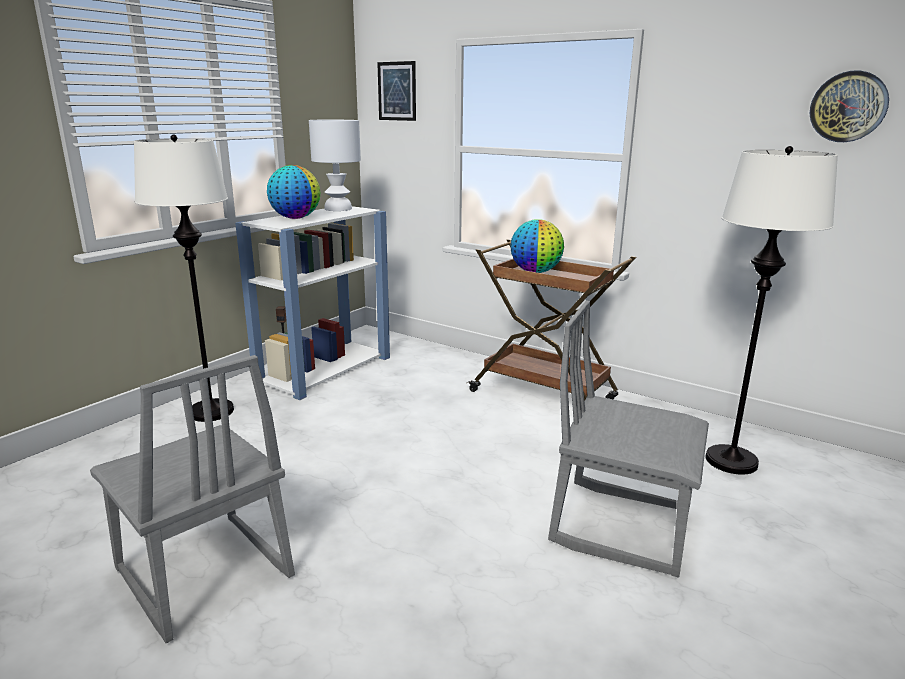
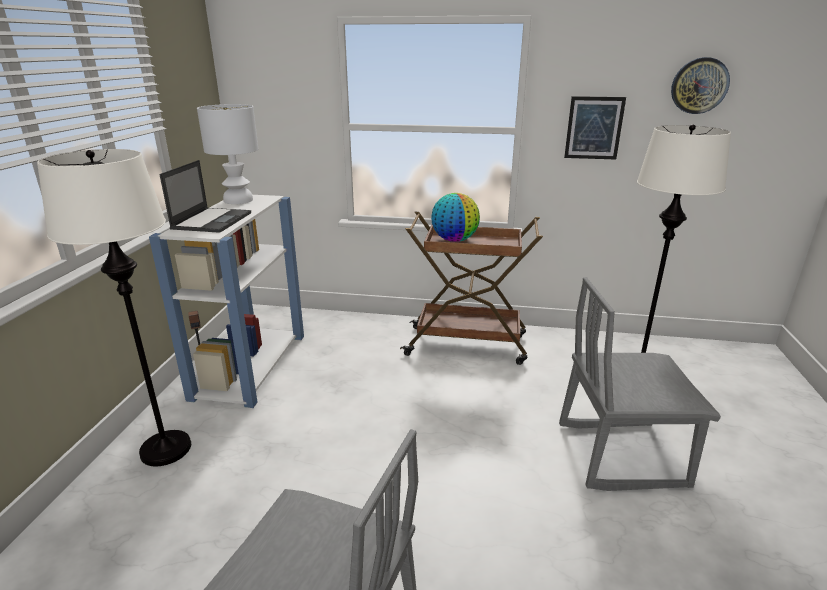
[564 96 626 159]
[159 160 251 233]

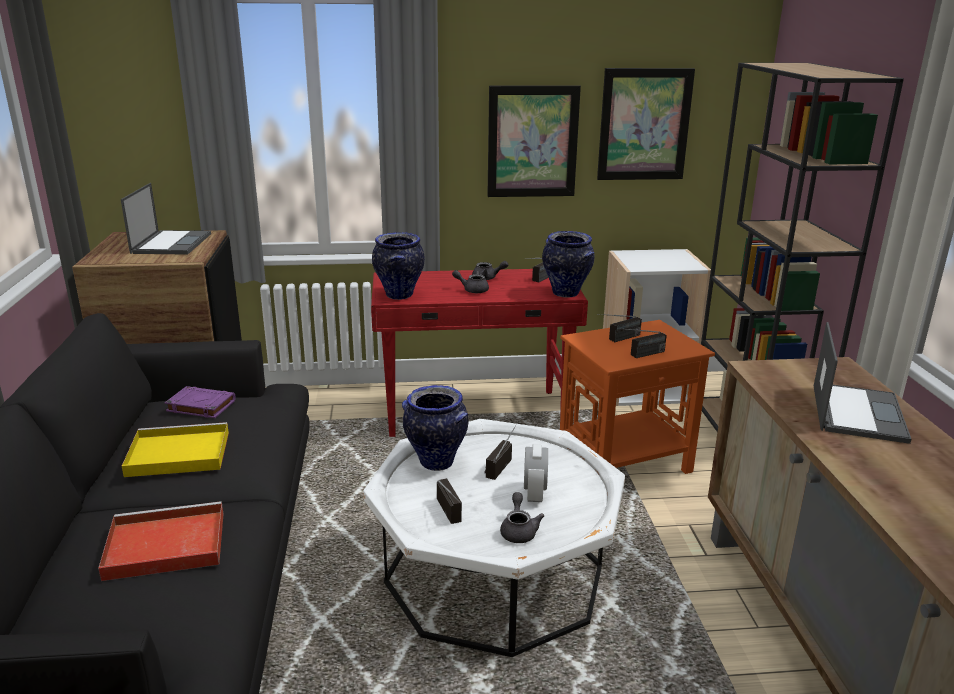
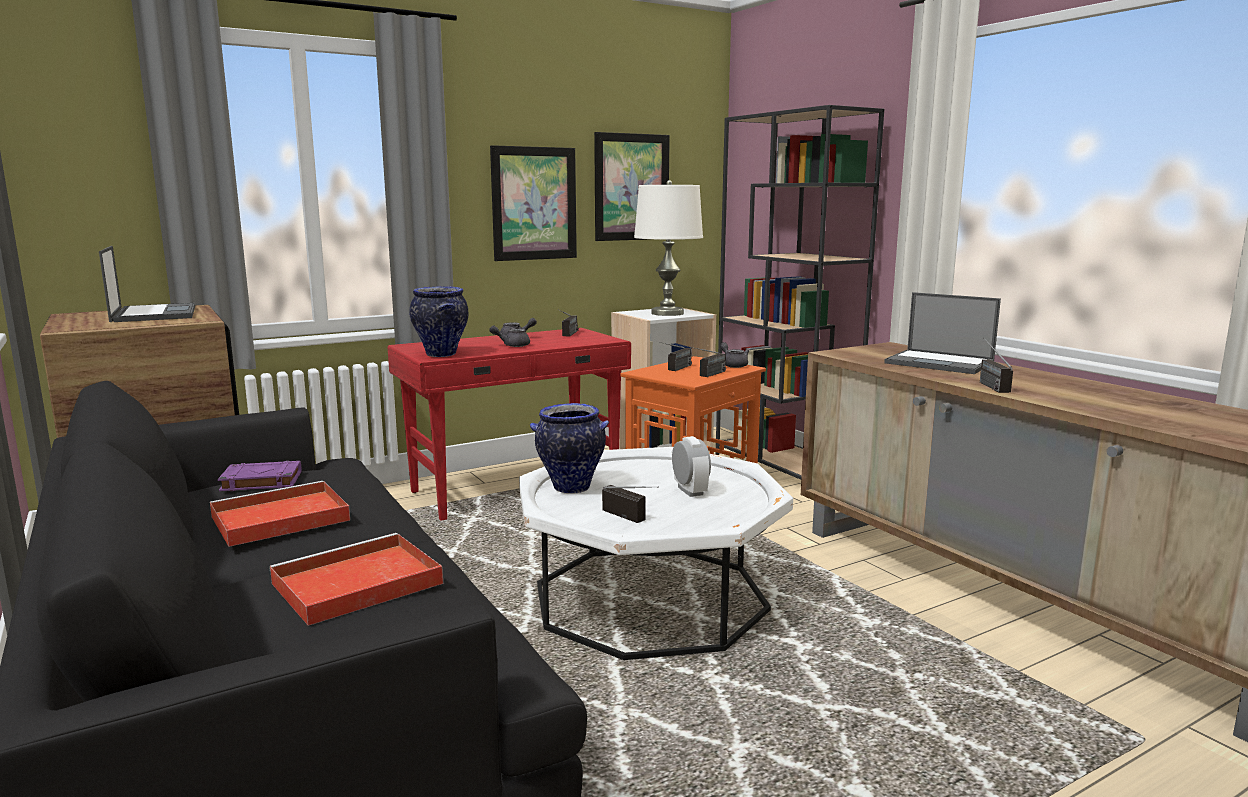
[542 231 595 297] (first image)
[884 292 1001 374]
[980 337 1013 393]
[210 481 350 547]
[720 342 750 368]
[634 180 703 316]

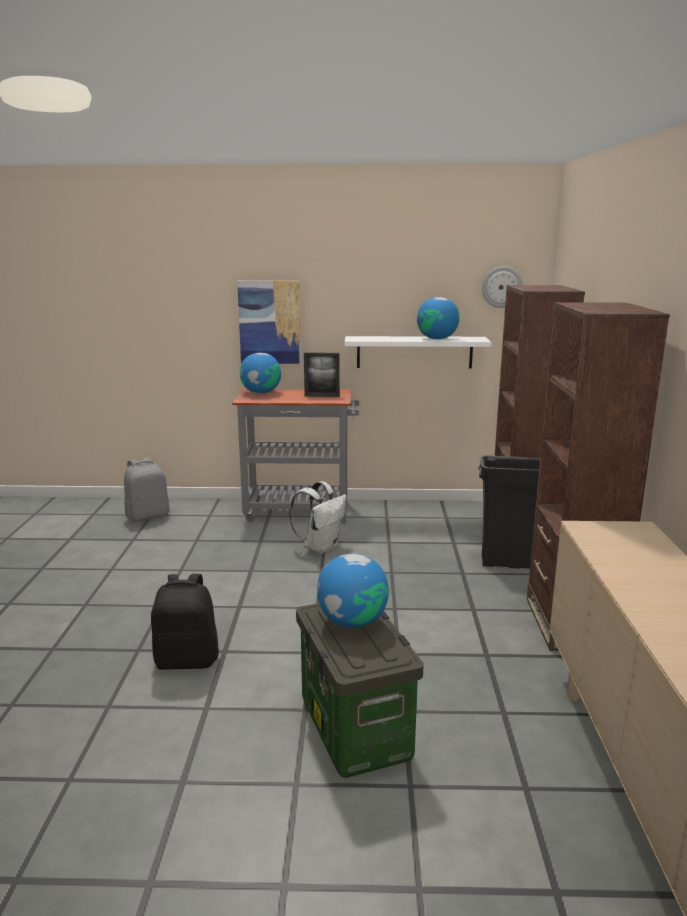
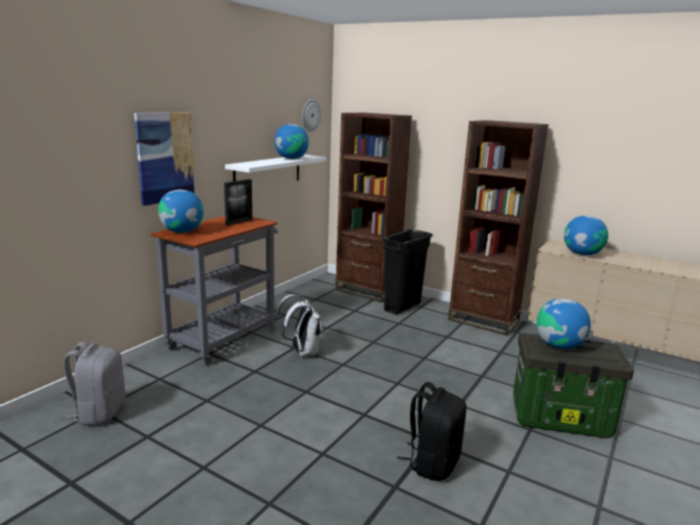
[564 215 608 255]

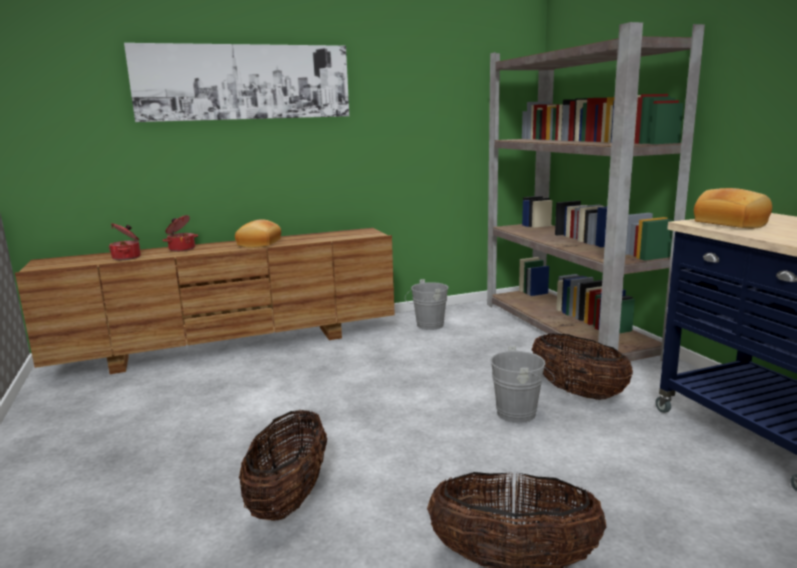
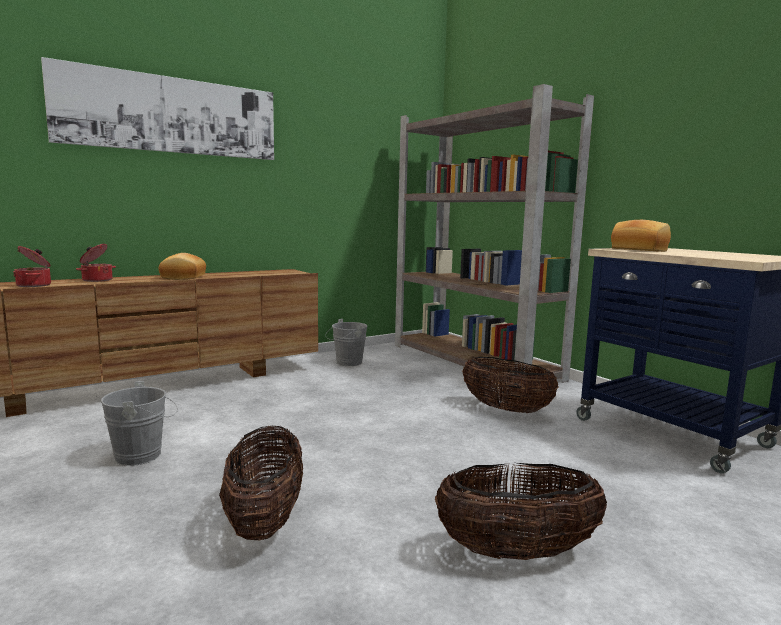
[101 381 178 466]

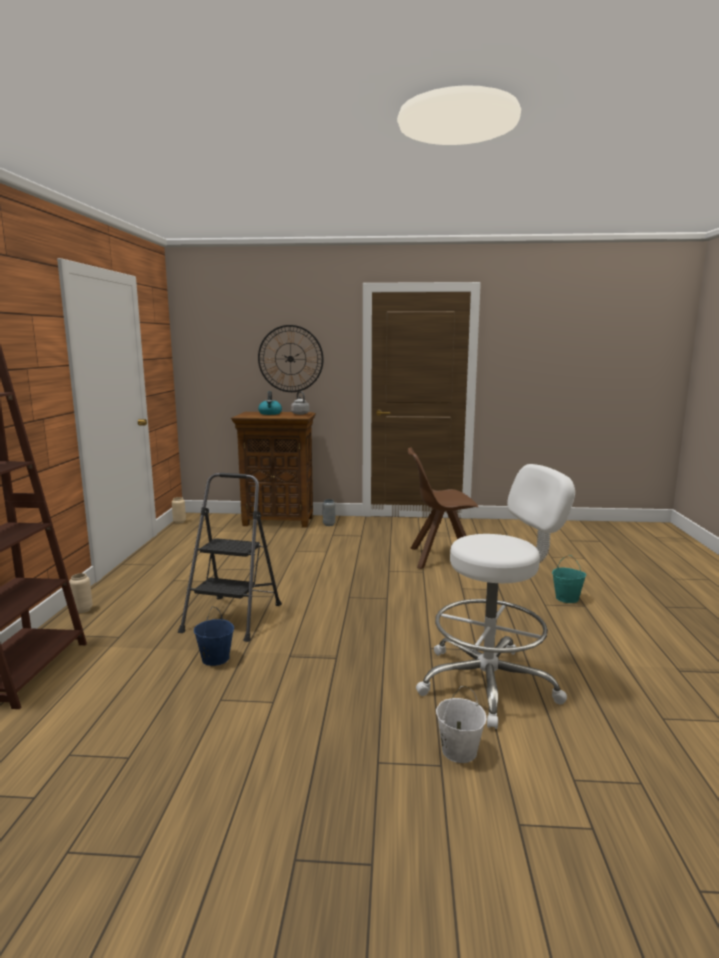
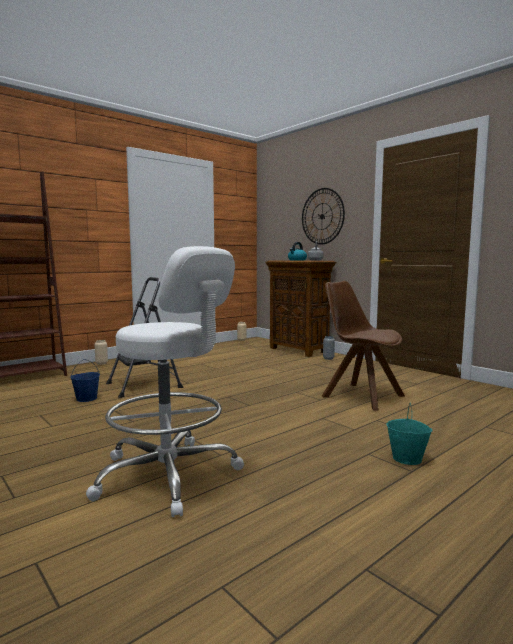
[436 686 486 763] (first image)

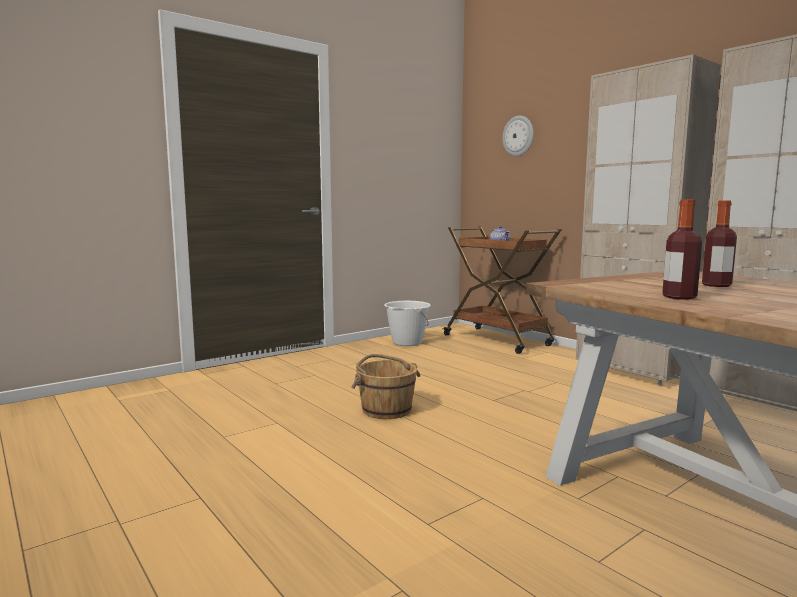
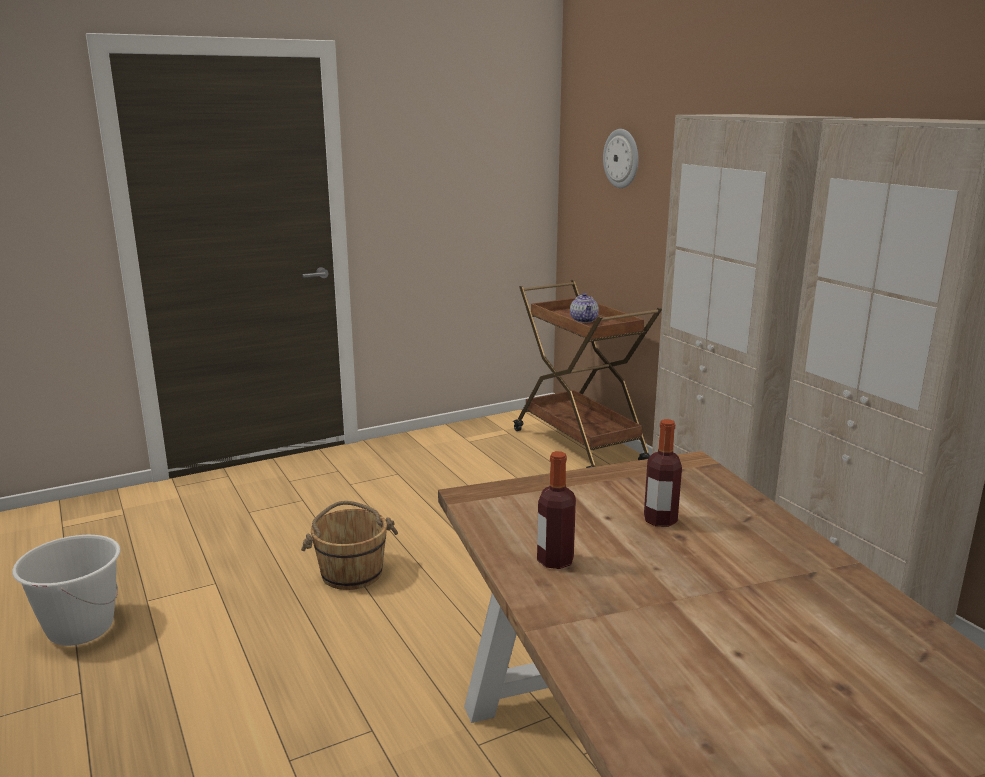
[12 535 121 646]

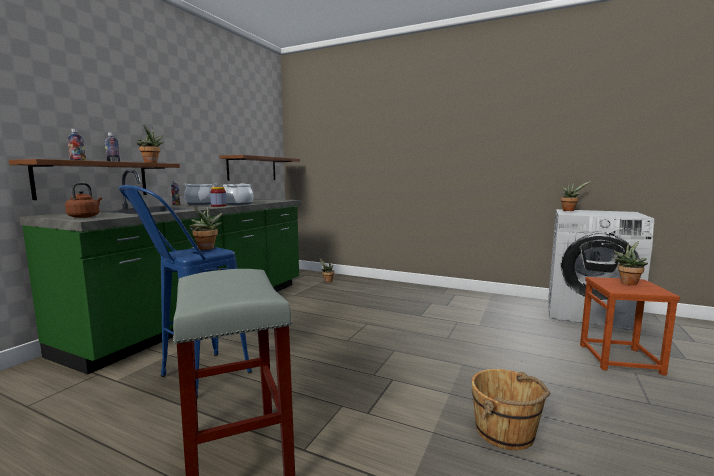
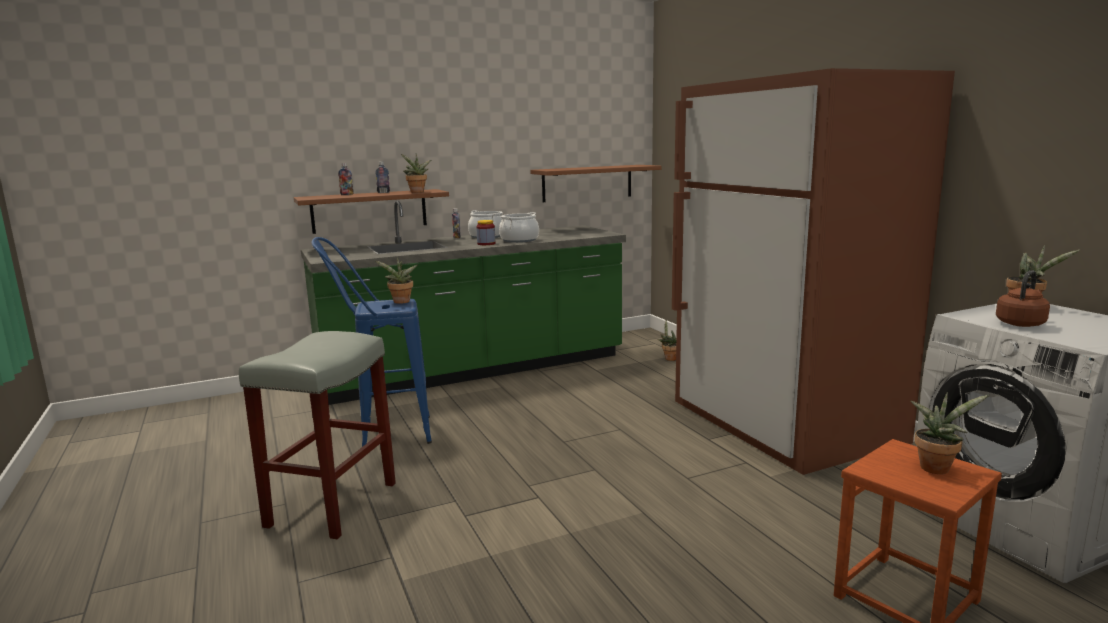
[996 270 1050 327]
[471 369 550 450] (first image)
[672 68 955 475]

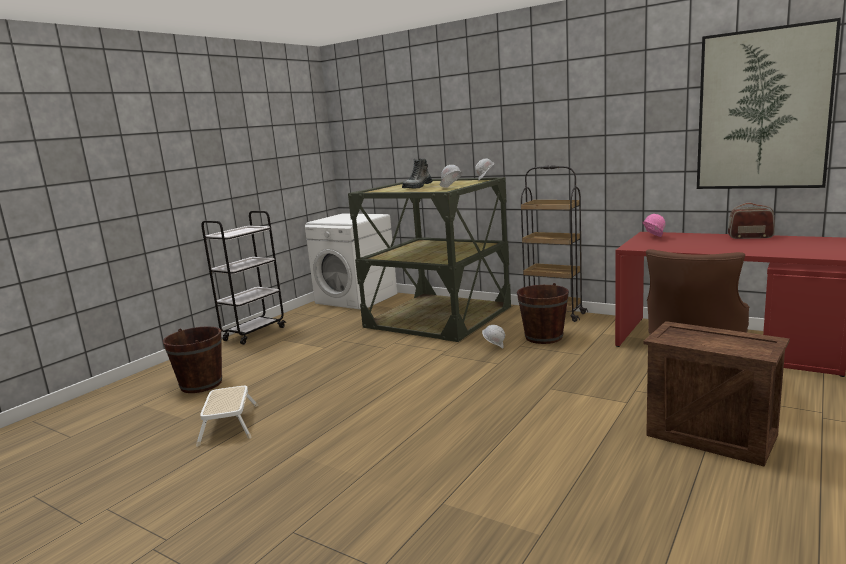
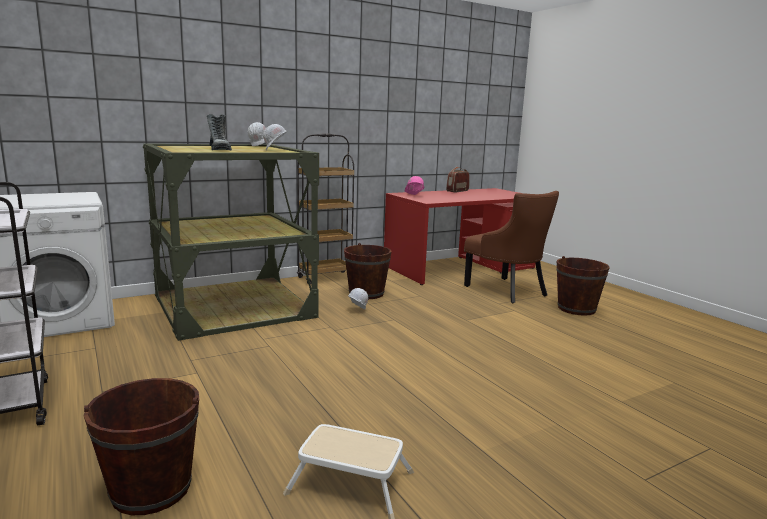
[697 18 841 189] (first image)
[557 256 609 316]

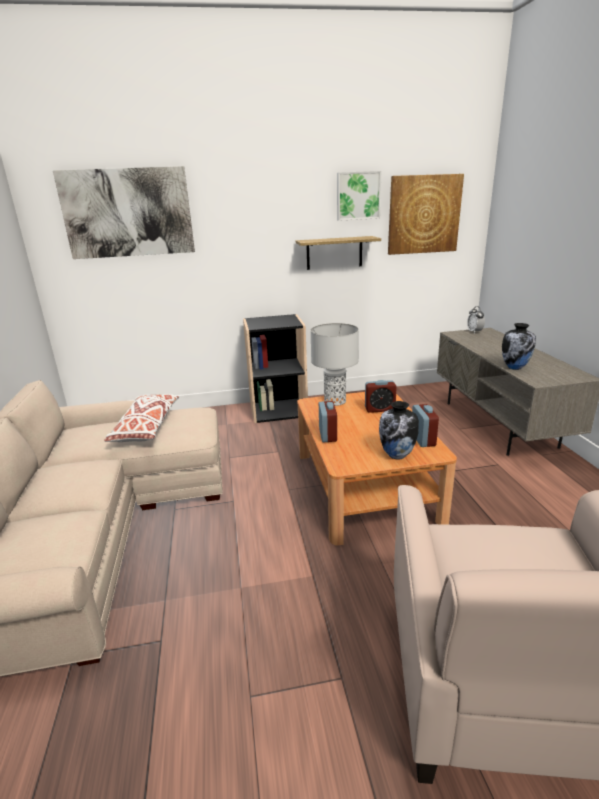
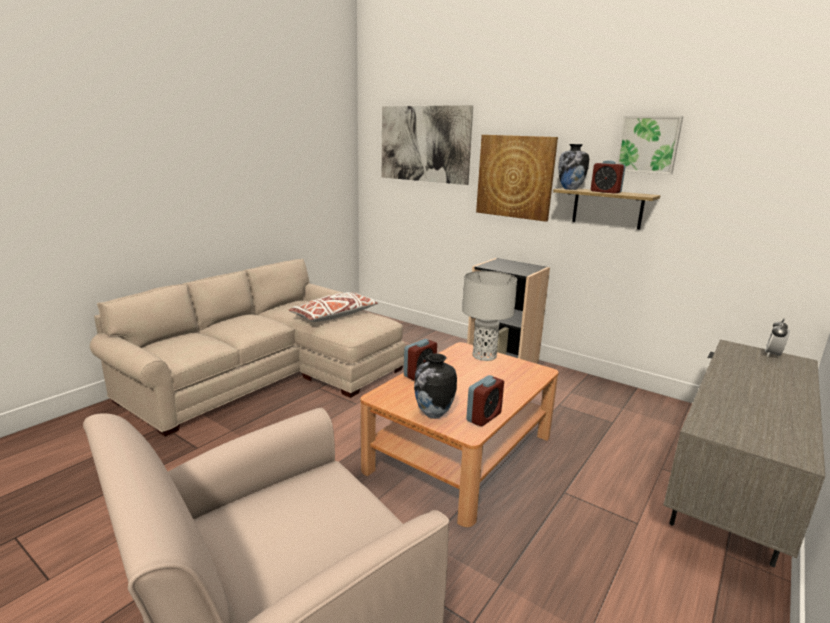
[476 135 558 222]
[558 144 589 190]
[591 160 626 194]

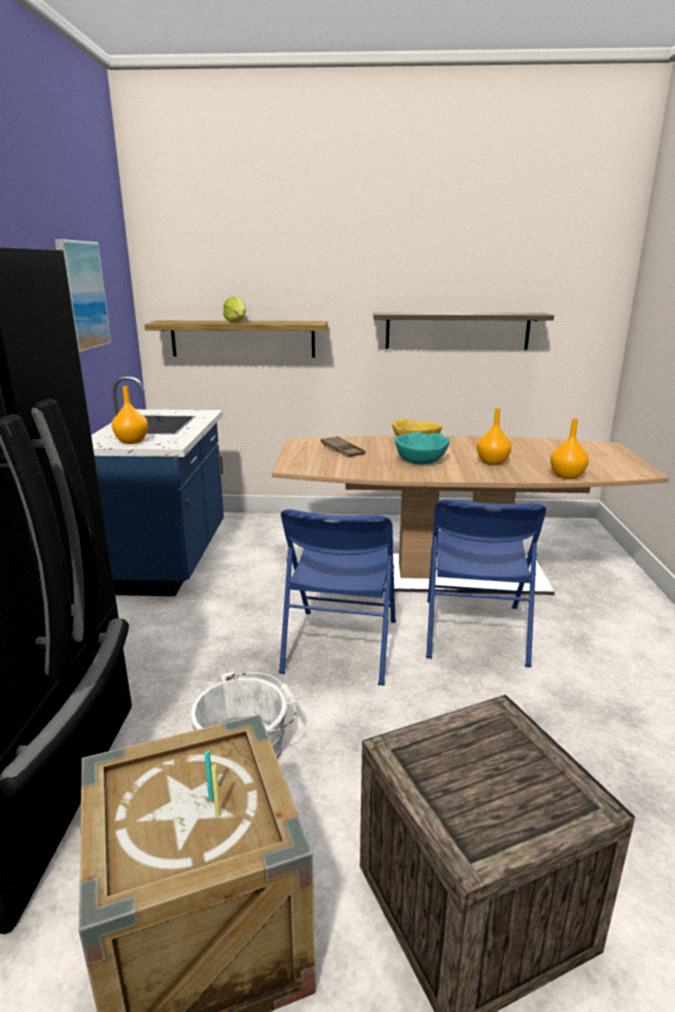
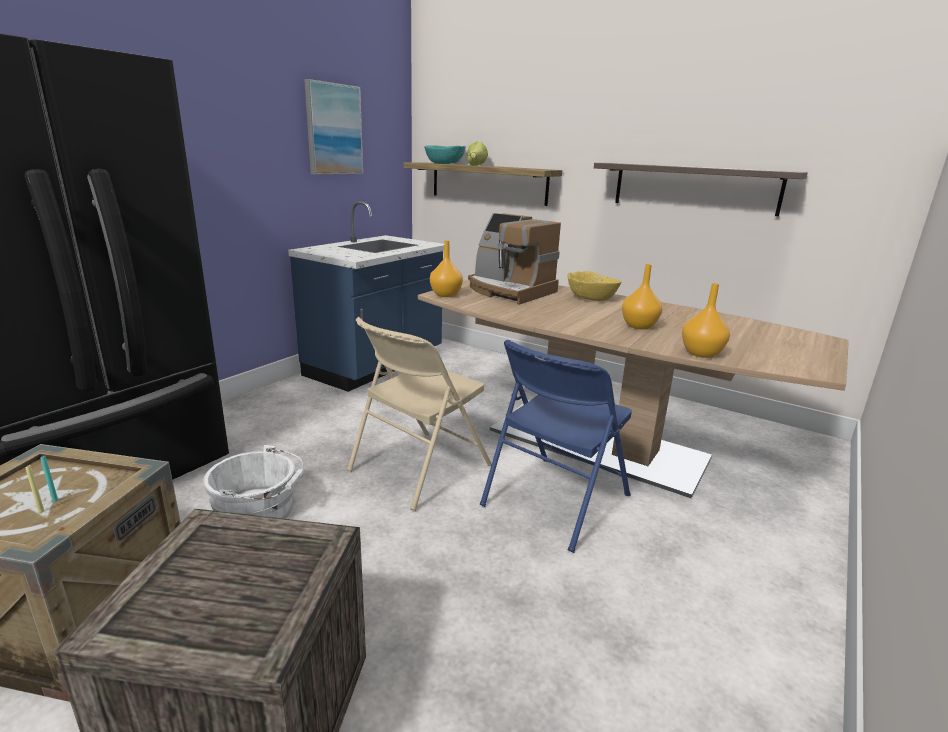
[430 241 463 297]
[424 145 466 164]
[468 213 561 305]
[347 317 492 512]

